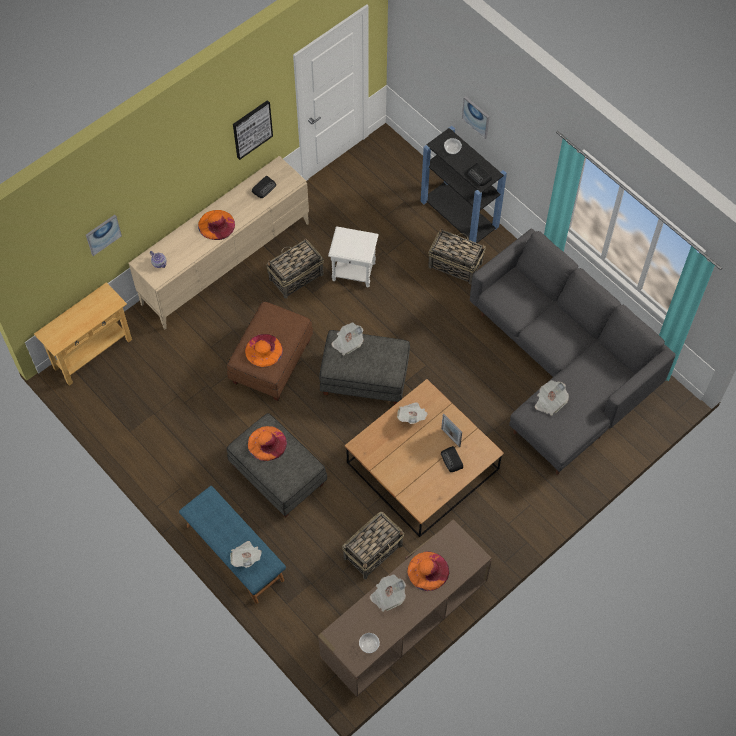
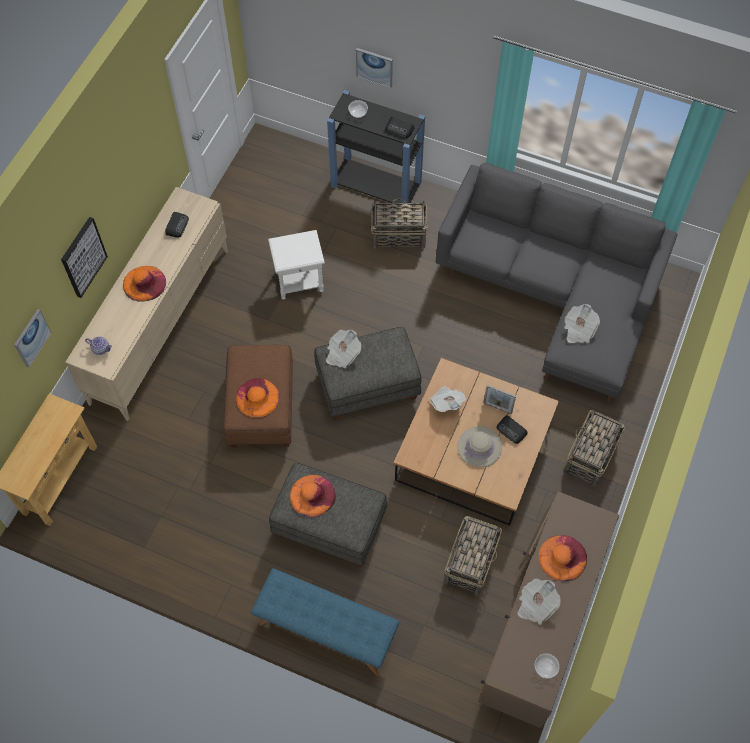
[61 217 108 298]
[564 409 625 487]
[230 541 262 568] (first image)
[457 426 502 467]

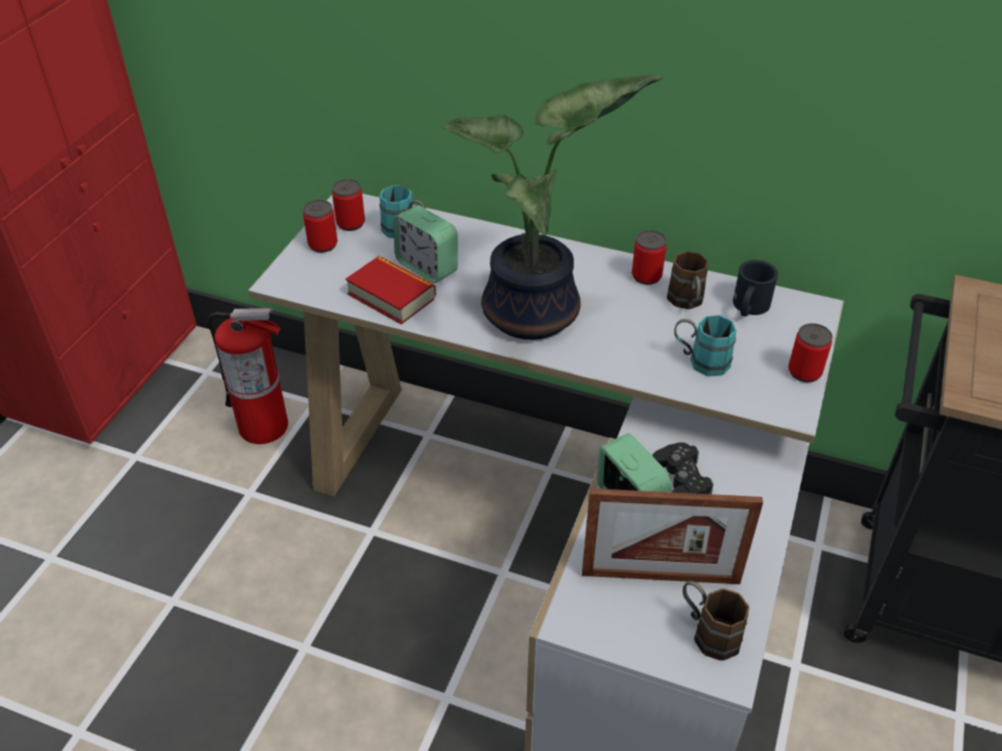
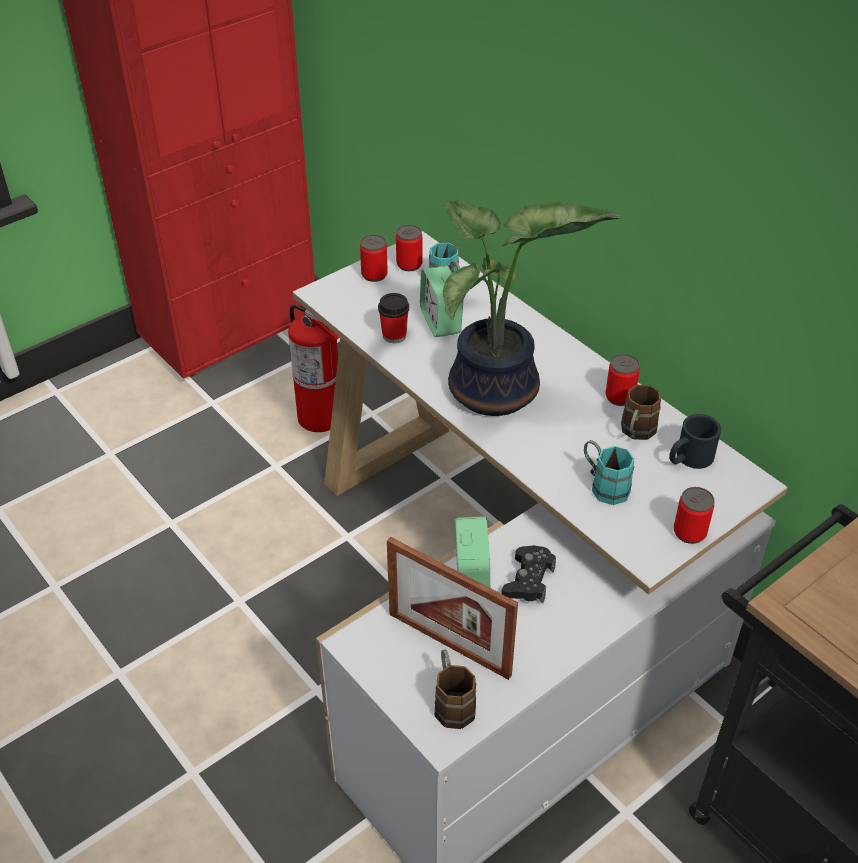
[378 293 409 343]

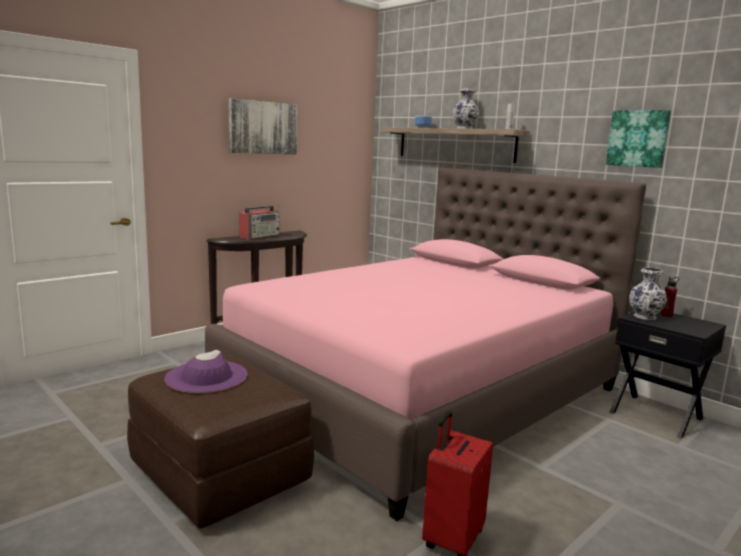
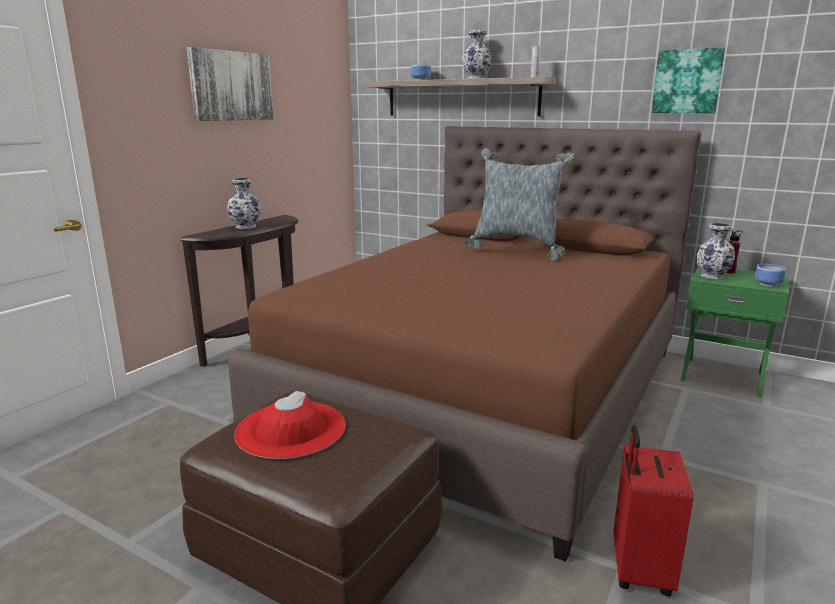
[228 126 701 562]
[227 178 261 229]
[680 266 789 398]
[234 391 345 459]
[463 148 575 260]
[755 264 786 287]

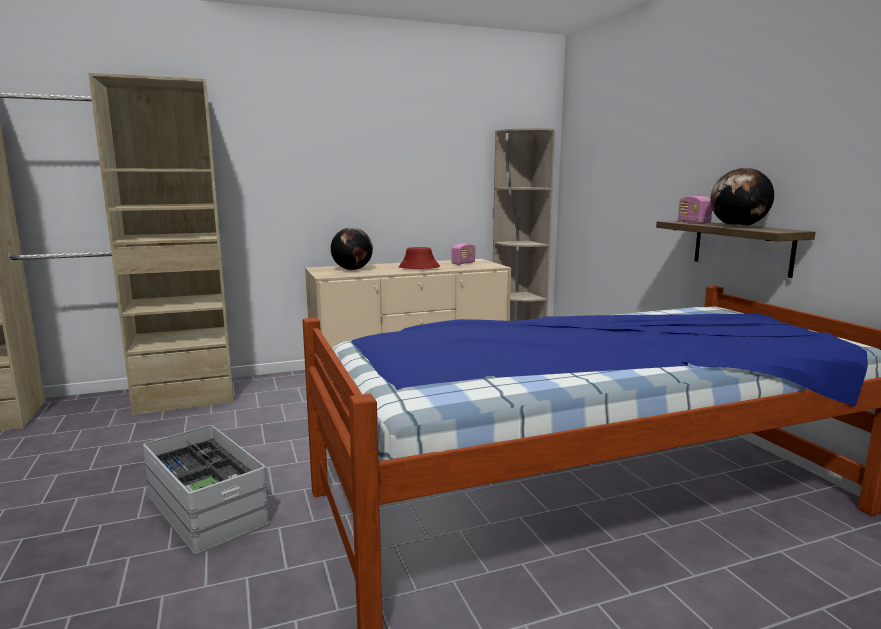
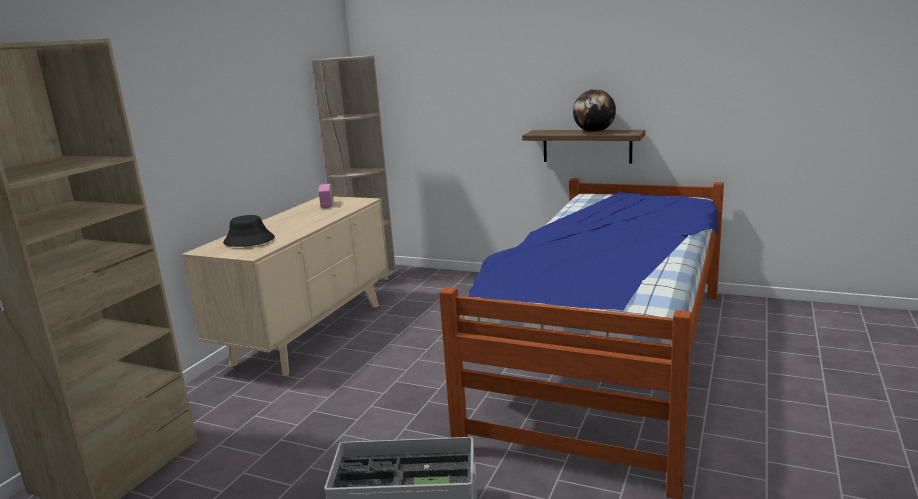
[678 196 712 224] (first image)
[223 215 275 247]
[399 247 440 269] (first image)

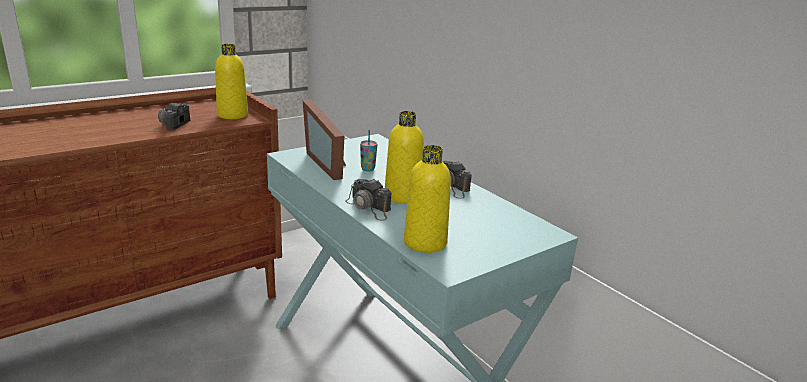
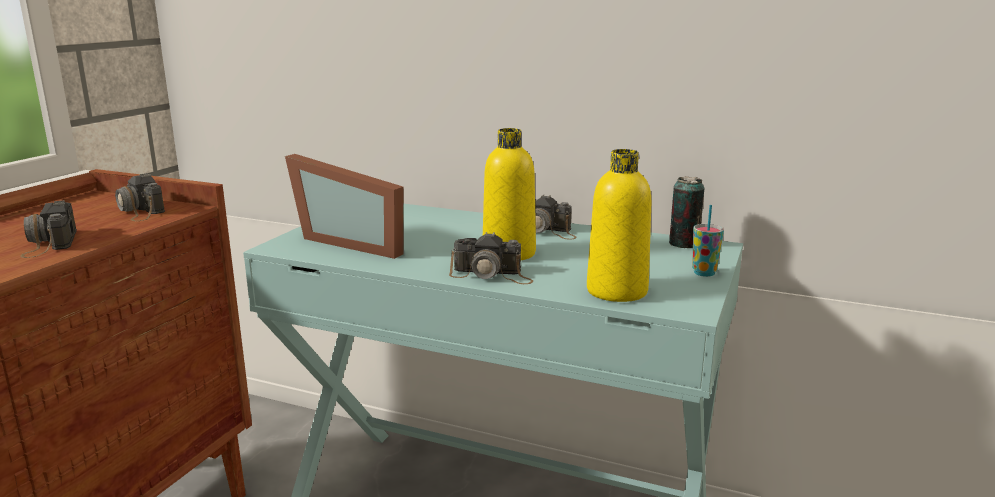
[115 173 165 221]
[692 205 724 277]
[669 176 704 248]

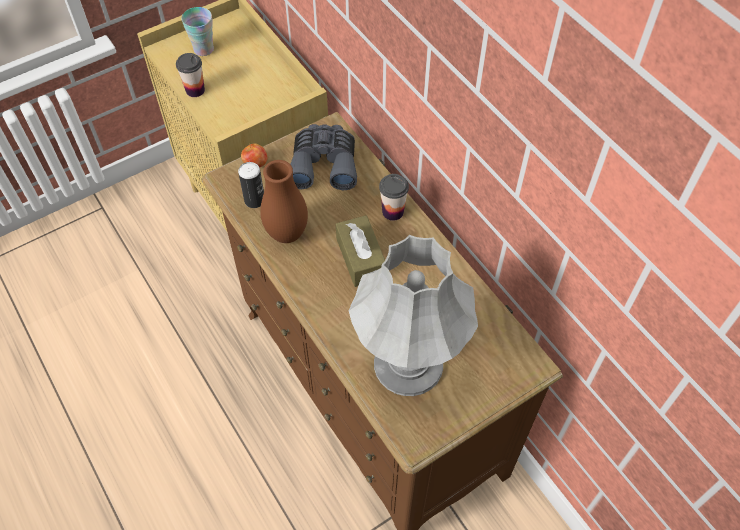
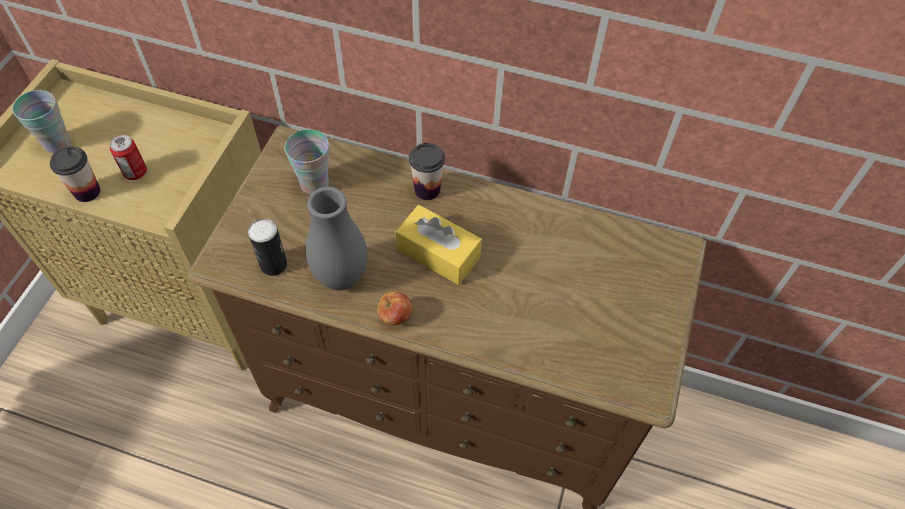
[285 129 329 194]
[377 292 413 325]
[306 187 367 290]
[396 205 482 285]
[349 235 478 396] (first image)
[110 135 147 180]

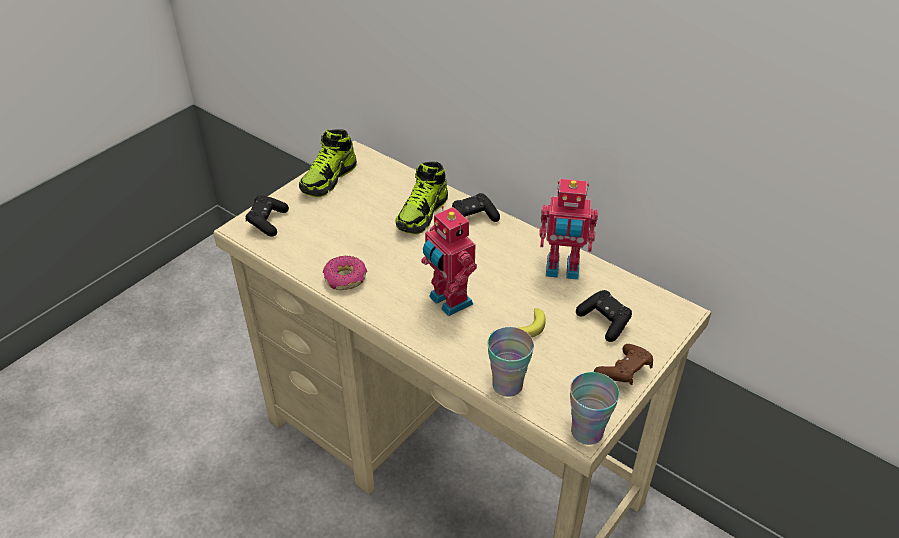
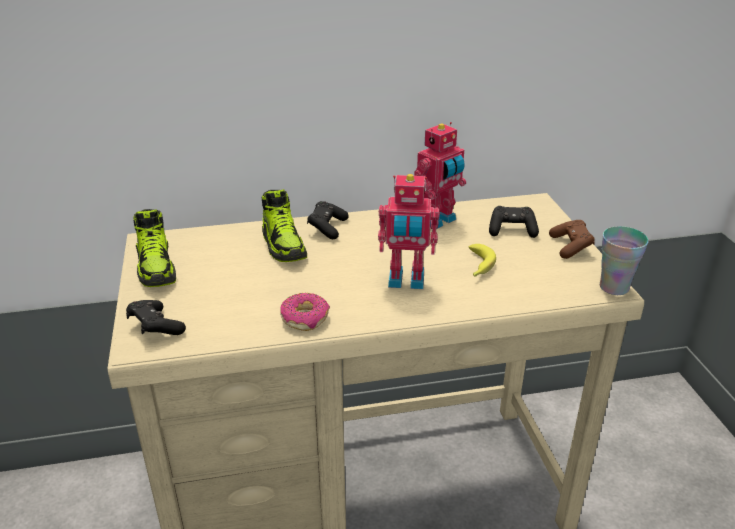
[487 327 534 397] (first image)

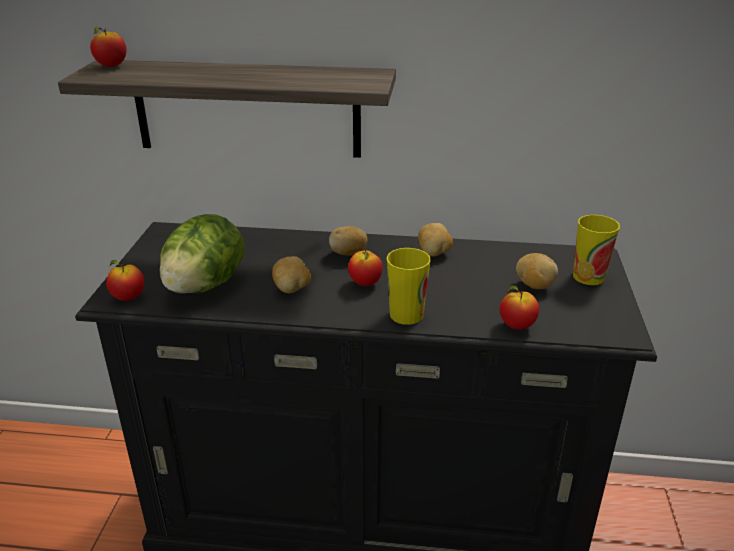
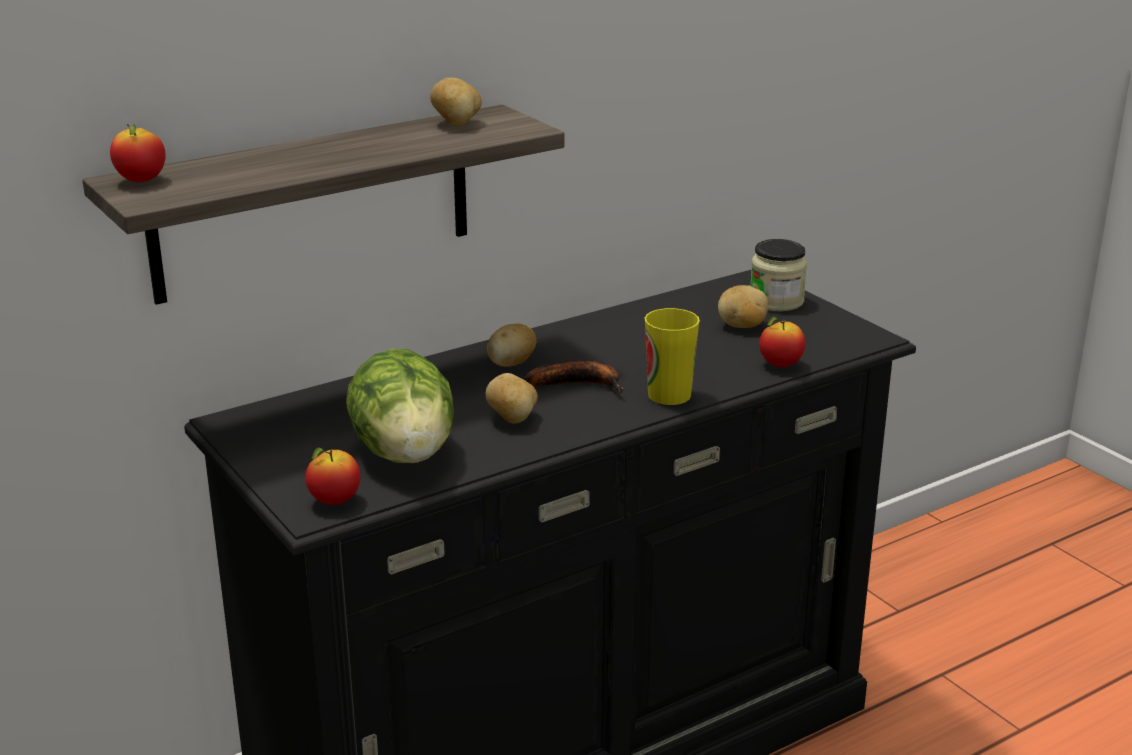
[750 239 807 311]
[430 78 482 126]
[524 360 623 395]

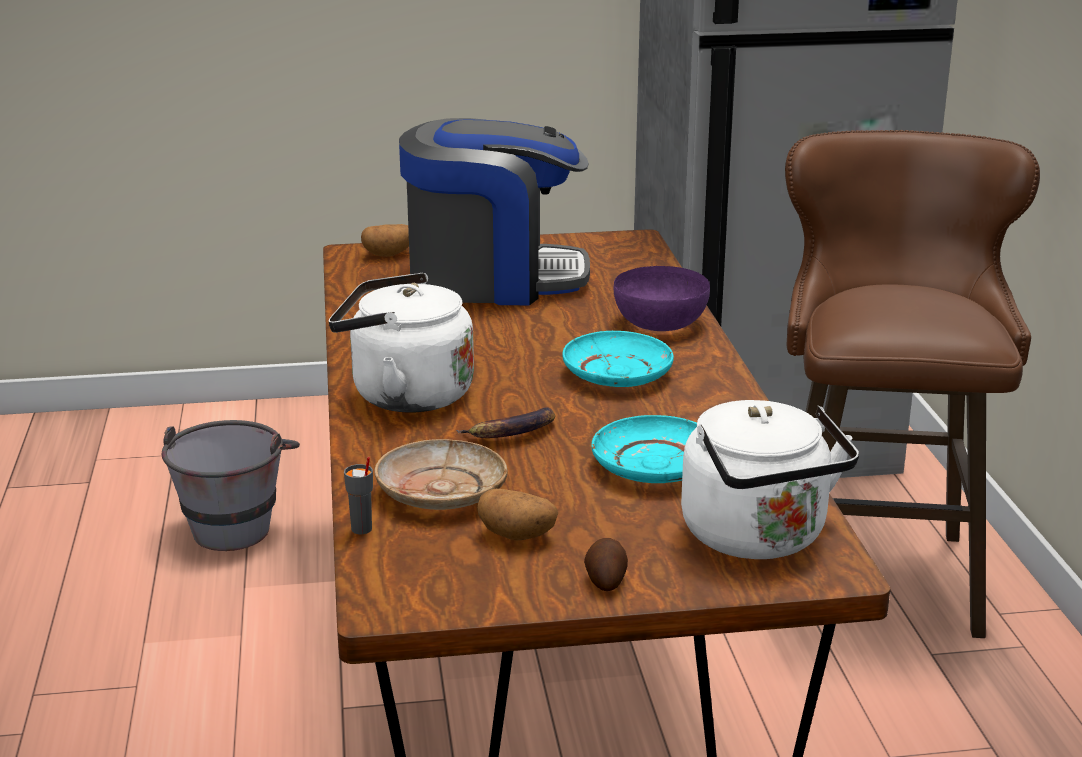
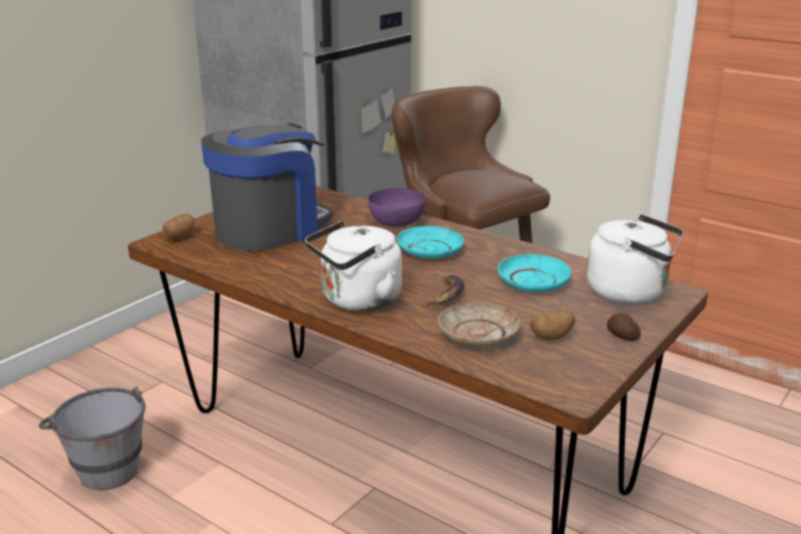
[344 457 373 534] (first image)

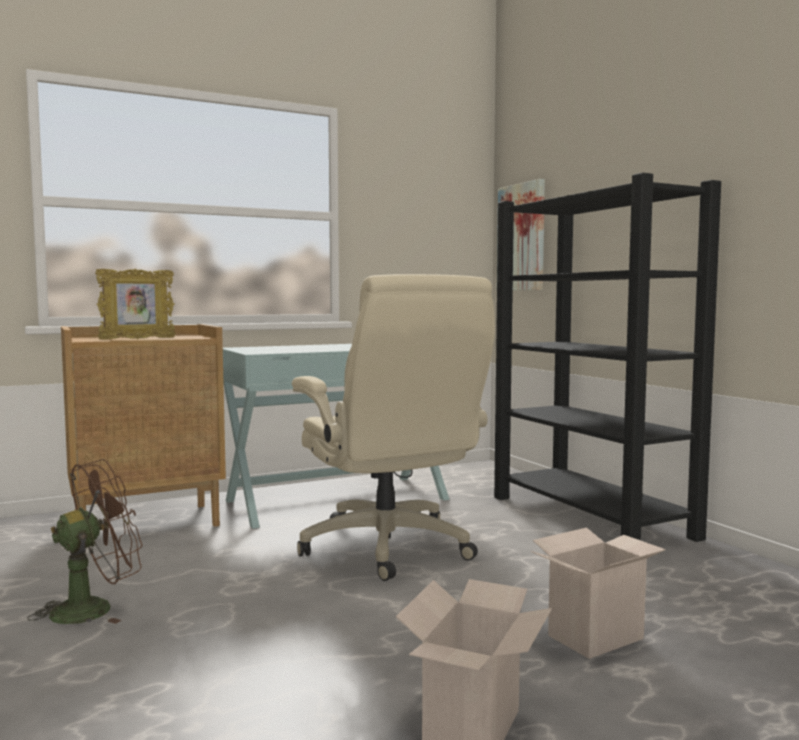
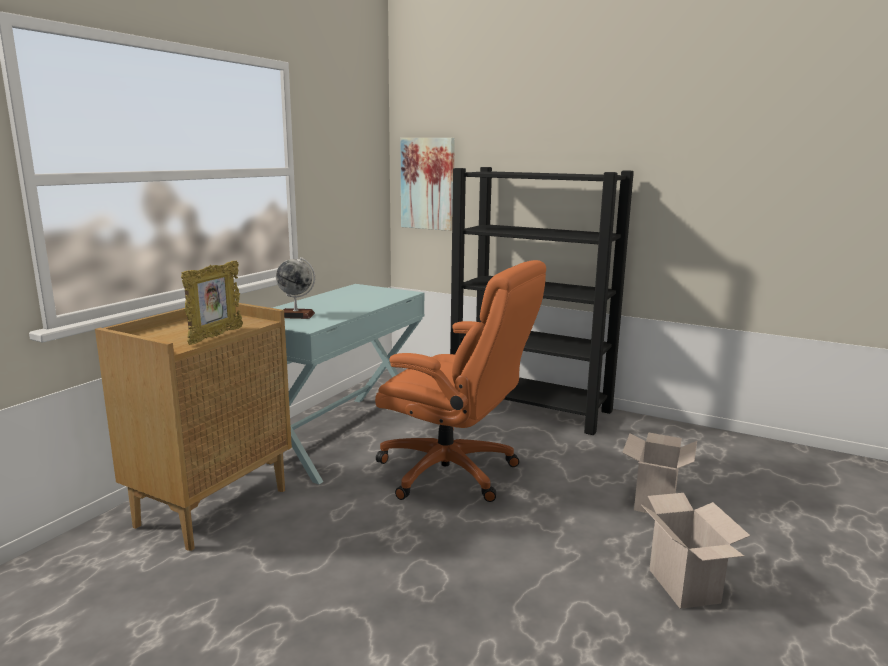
[375 260 546 502]
[27 459 142 624] (first image)
[276 257 315 319]

